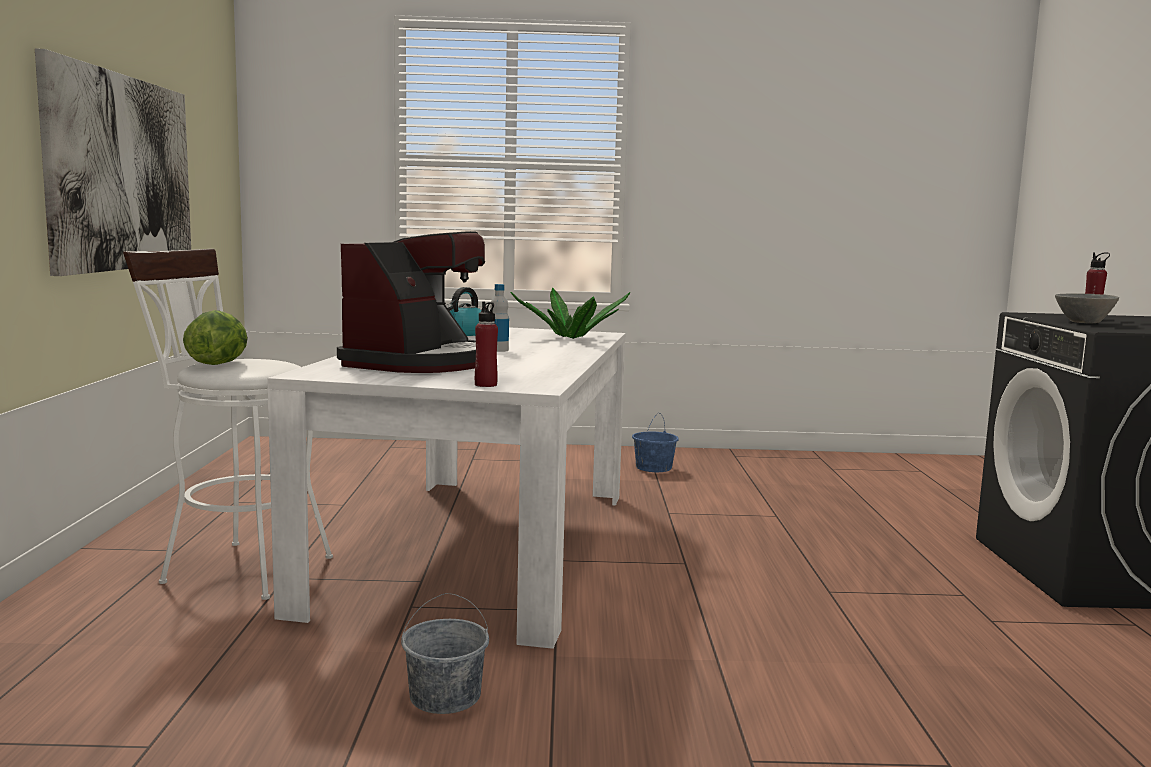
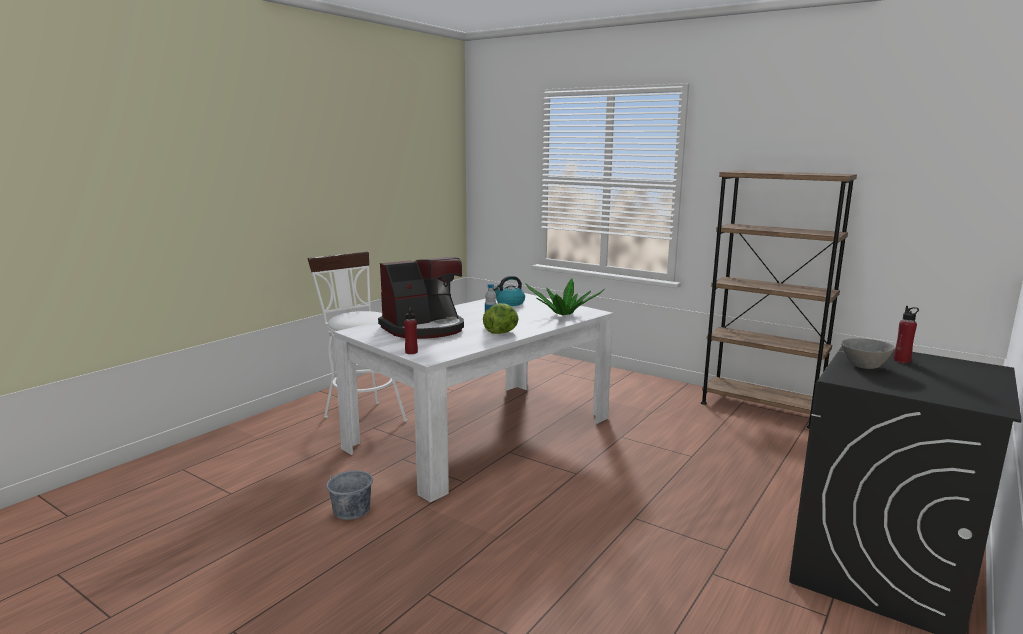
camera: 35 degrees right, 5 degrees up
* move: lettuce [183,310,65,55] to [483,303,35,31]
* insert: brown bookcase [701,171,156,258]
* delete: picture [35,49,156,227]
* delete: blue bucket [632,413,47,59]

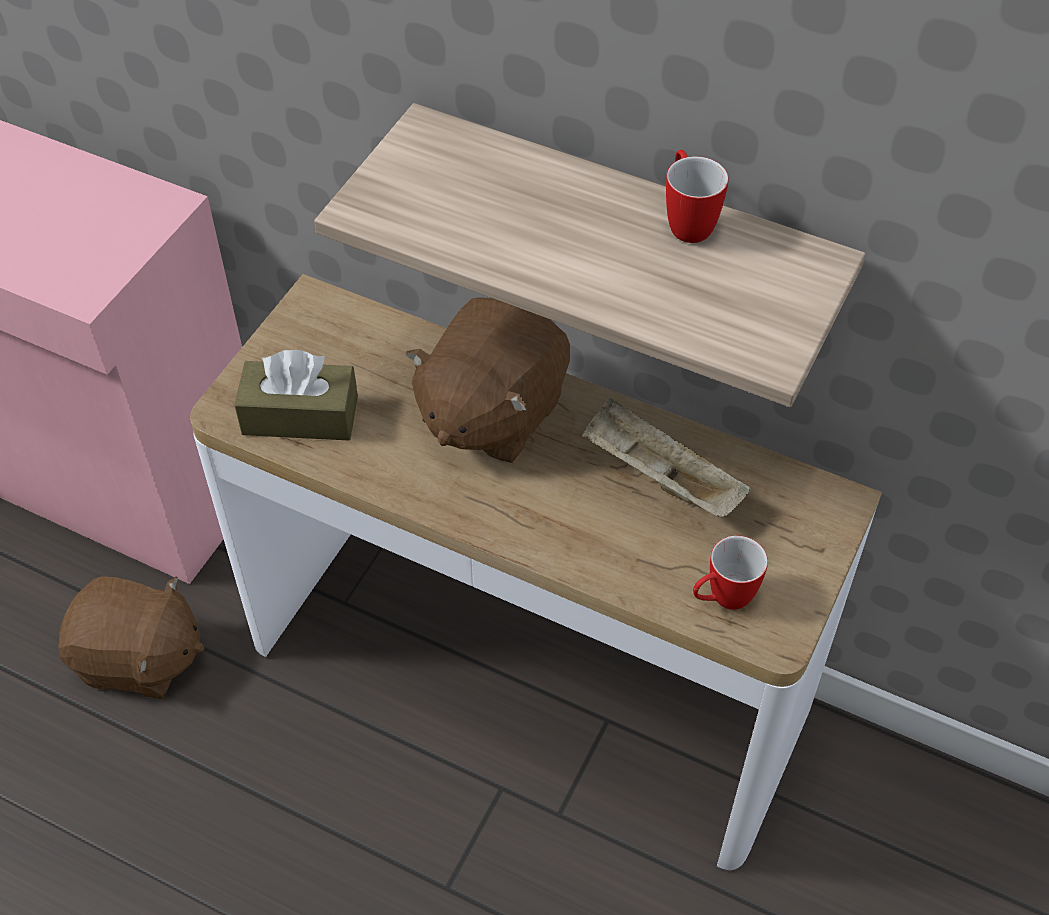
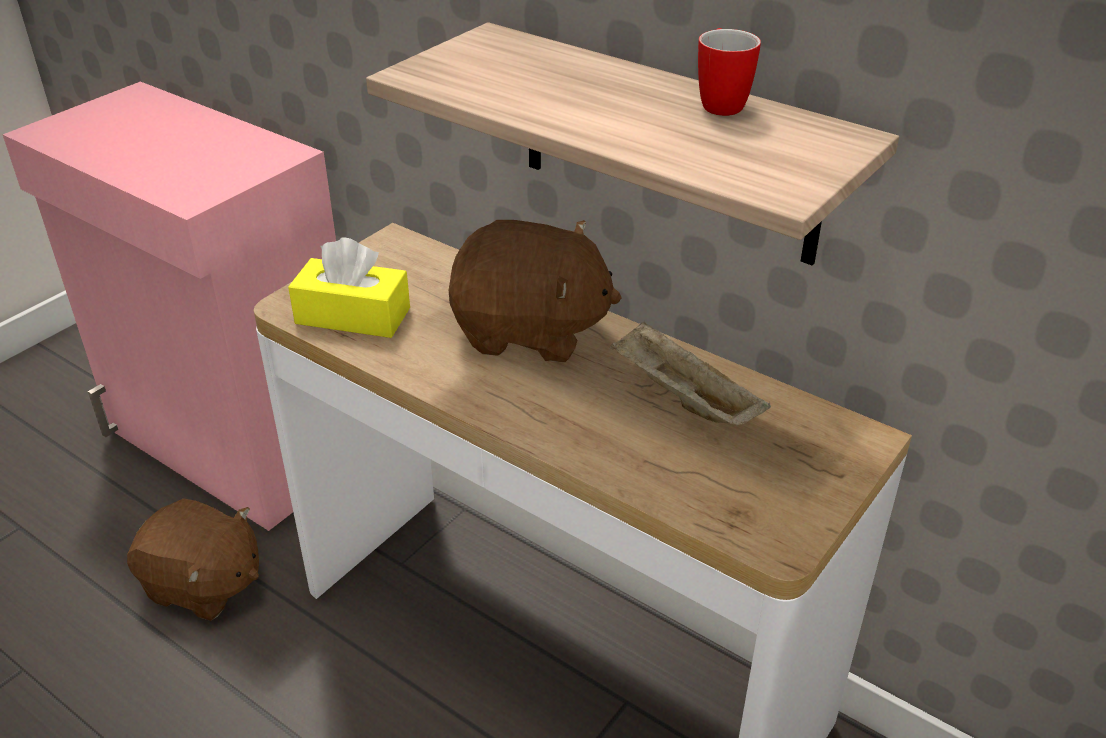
camera: 10 degrees right, 15 degrees down
* recolor: brown tissue box [234,350,124,90] to yellow tissue box [288,238,122,100]
* rotate: brown plush toy [405,297,165,166] = [449,220,173,142] 120 degrees counterclockwise
* delete: mug [693,536,75,74]

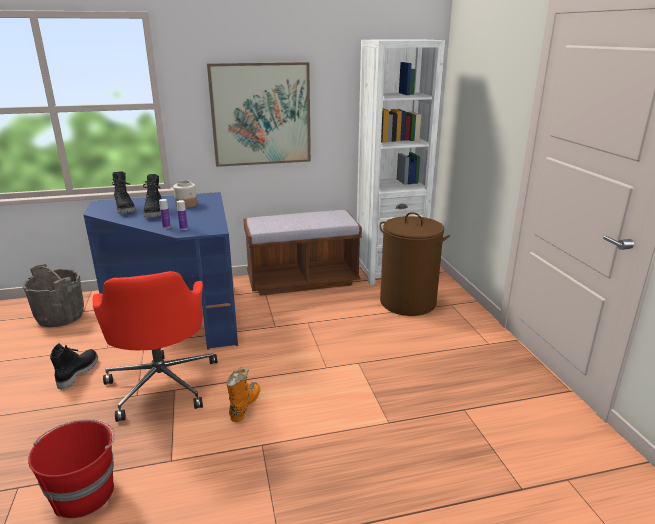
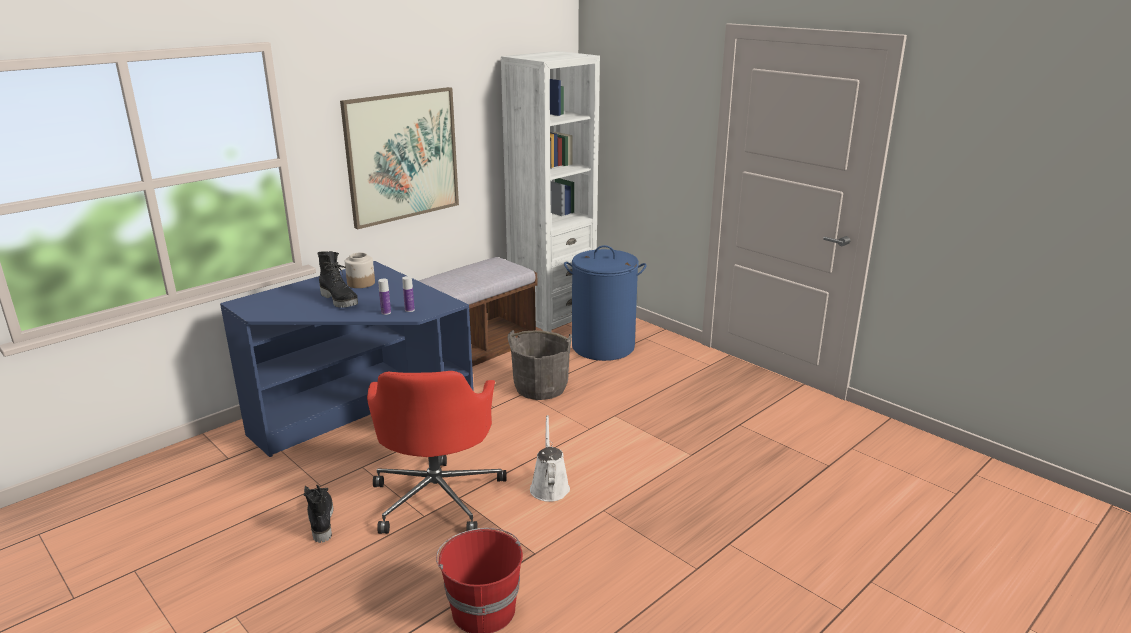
camera: 30 degrees left, 0 degrees up
* rotate: red office chair [93,271,124,151] = [367,371,140,163] 45 degrees clockwise
* move: grey bucket [22,264,62,63] to [508,330,64,70]
* replace: orange boot [227,367,33,55] to white watering can [530,415,40,87]
* recolor: brown laundry basket [379,212,71,104] to blue laundry basket [564,245,82,116]
* delete: black boot [112,171,23,43]

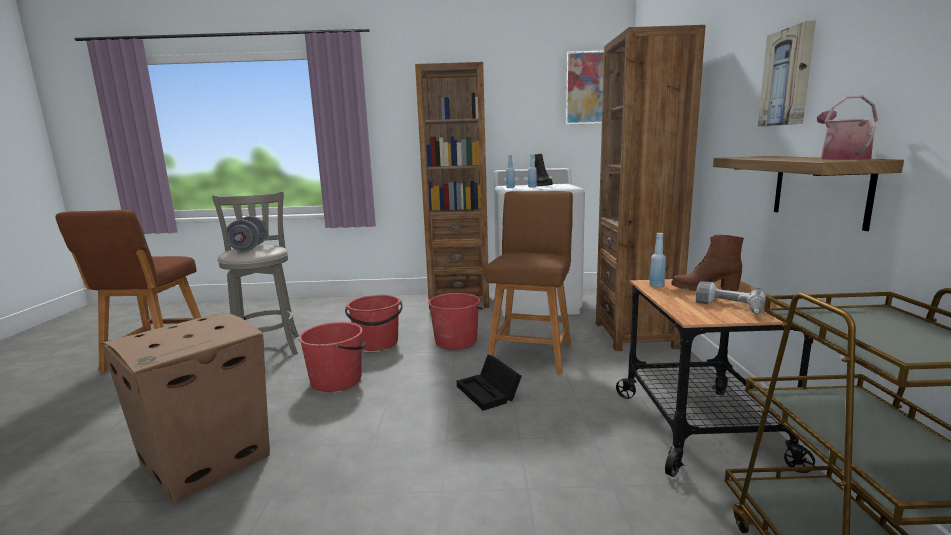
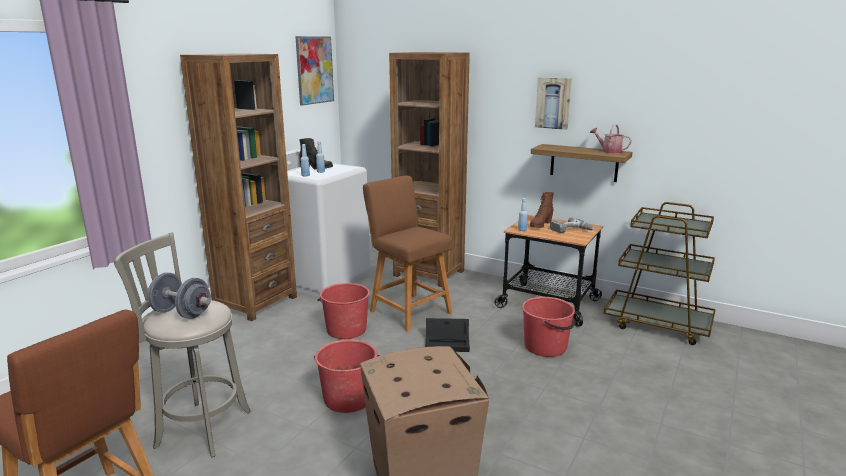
camera: 60 degrees left, 5 degrees up
* move: red bucket [345,295,58,56] to [522,297,53,60]

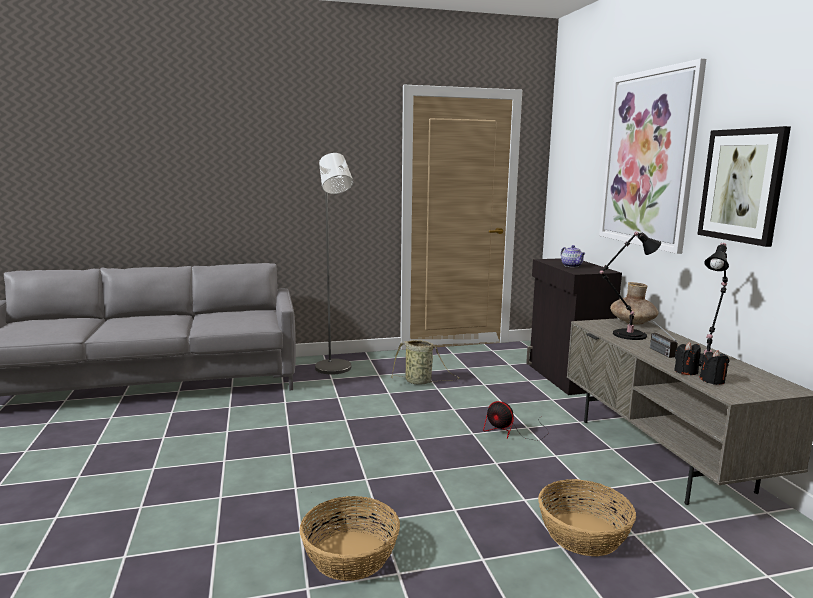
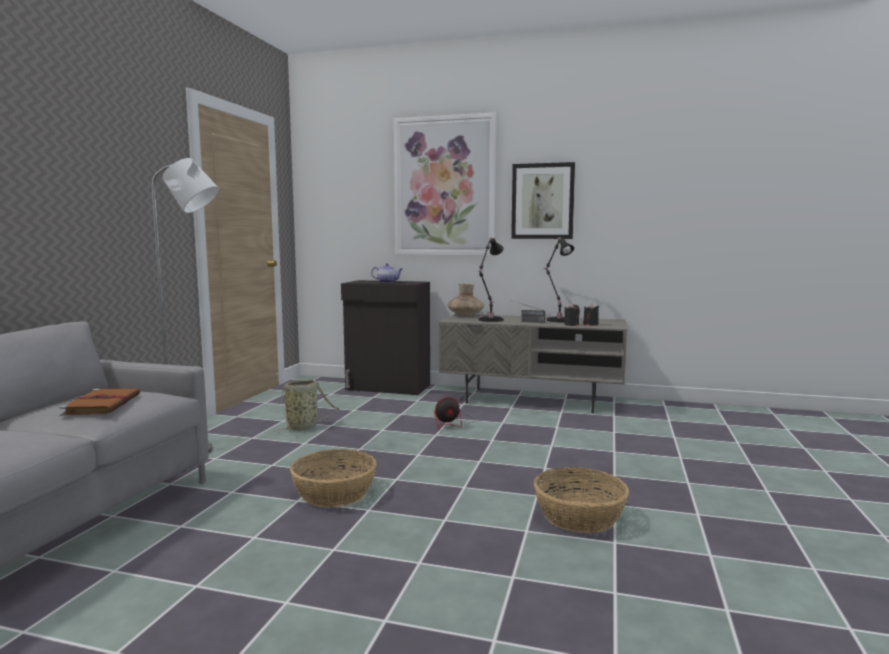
camera: 60 degrees left, 5 degrees down
* insert: brown book [60,388,80,28]
* move: basket [538,479,98,77] to [290,449,87,58]

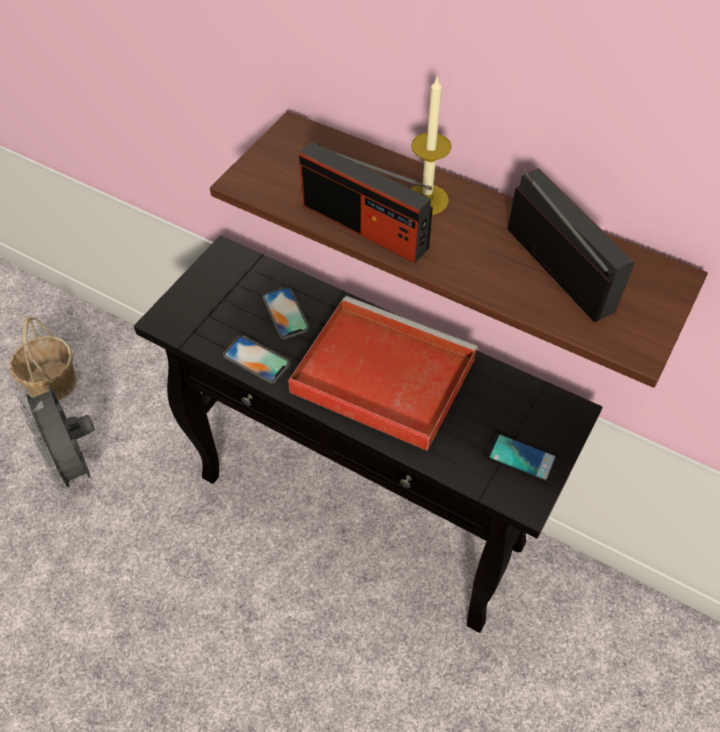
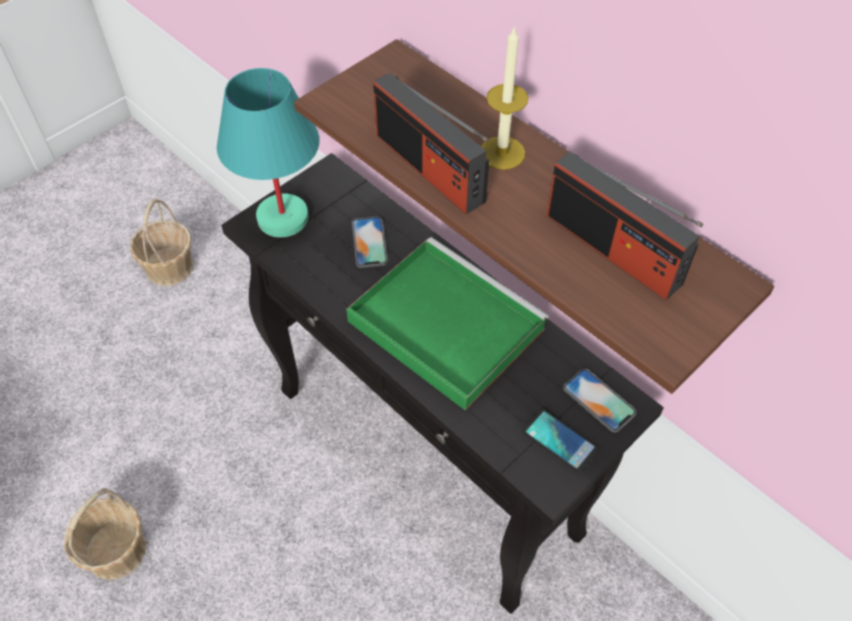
camera: 15 degrees right, 0 degrees up
* insert: basket [63,488,83,92]
* insert: turquoise table lamp [217,68,102,170]
* recolor: red tray [288,296,190,155] to green tray [346,237,202,173]
* rotate: radio [508,168,127,155] = [546,152,157,148] 150 degrees clockwise
* move: phone [223,336,67,47] to [563,369,73,64]
* delete: grey fan [17,385,78,111]

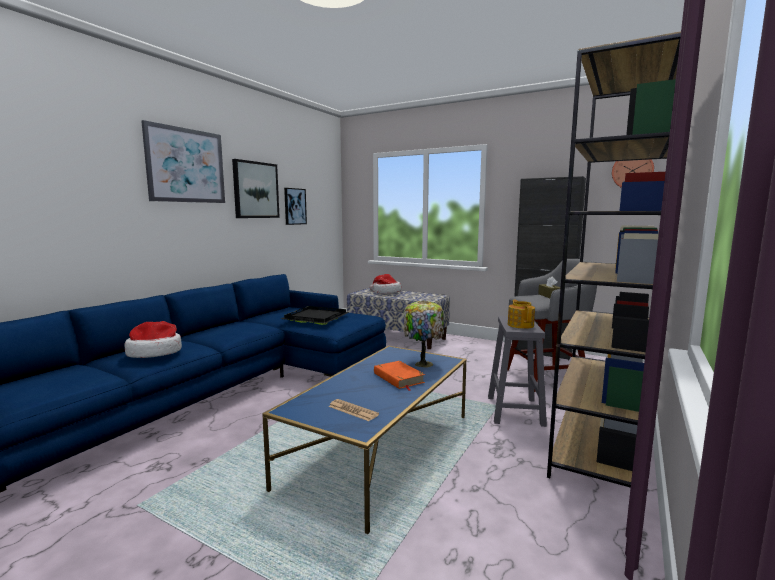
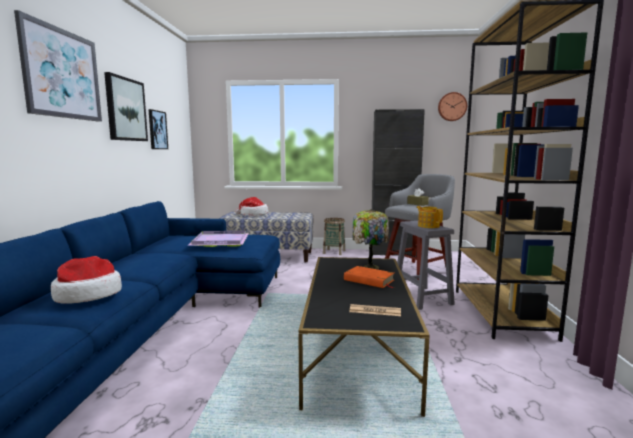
camera: 25 degrees left, 0 degrees up
* recolor: black tray [281,306,68,19] to purple tray [187,231,62,16]
* recolor: blue coffee table [262,346,205,188] to black coffee table [298,257,132,160]
* insert: basket [323,218,22,37]

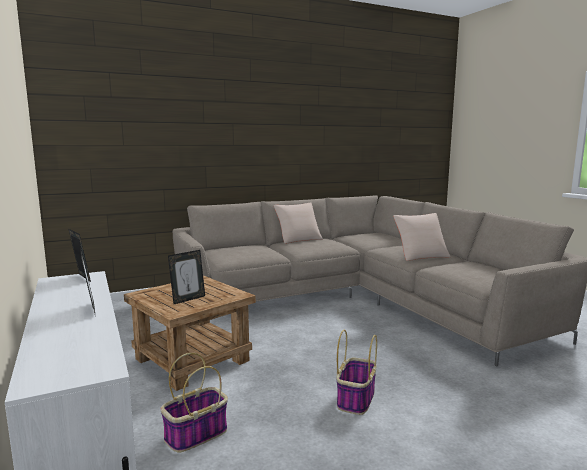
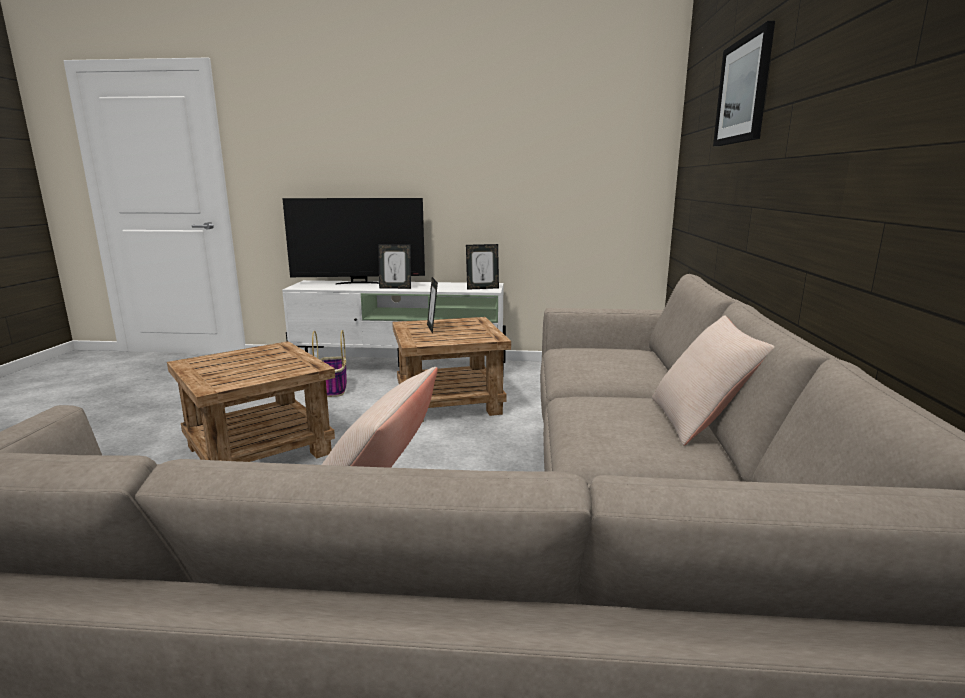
camera: 120 degrees right, 5 degrees up
* replace: basket [336,330,41,85] to brown side table [167,341,168,121]
* insert: television [282,198,143,86]
* insert: picture [713,21,62,125]

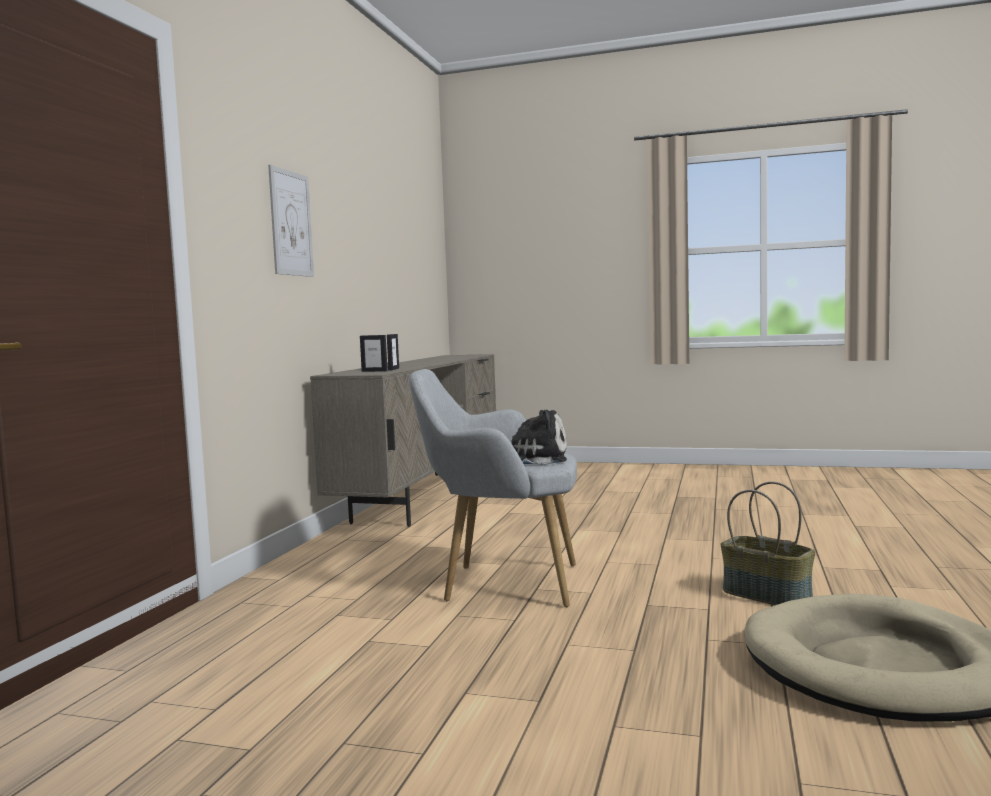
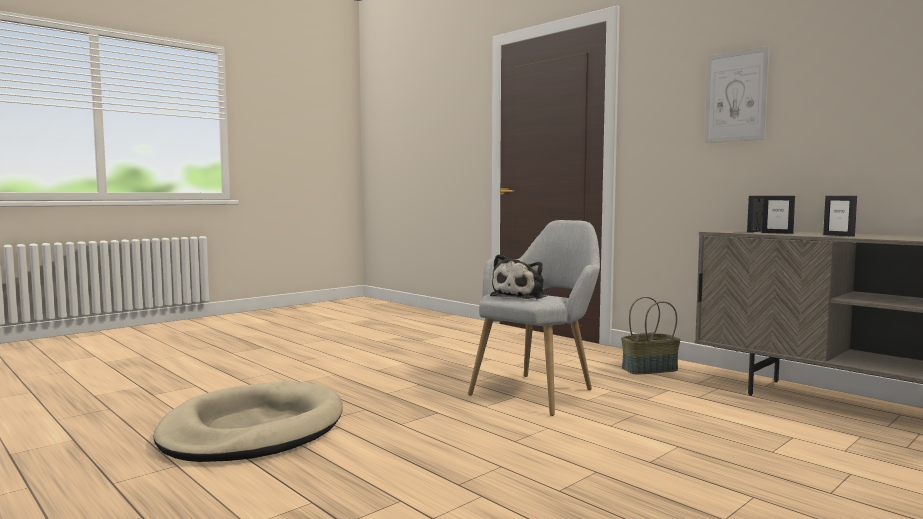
camera: 120 degrees right, 0 degrees up
* move: basket [720,482,95,123] to [621,296,59,79]
* insert: picture frame [823,196,34,41]

